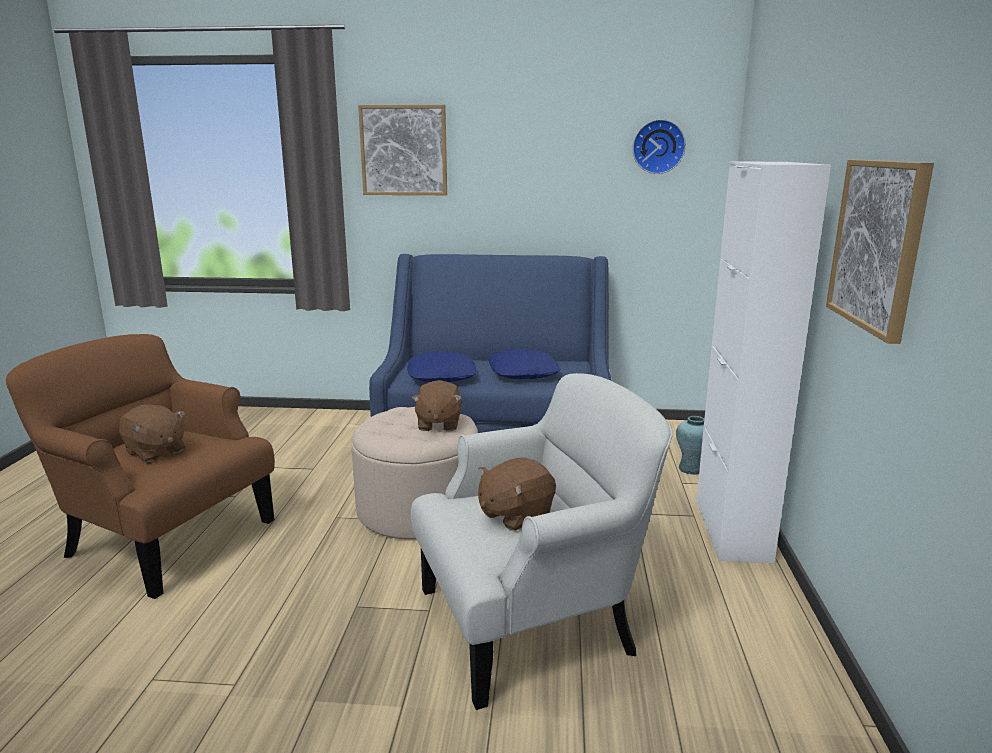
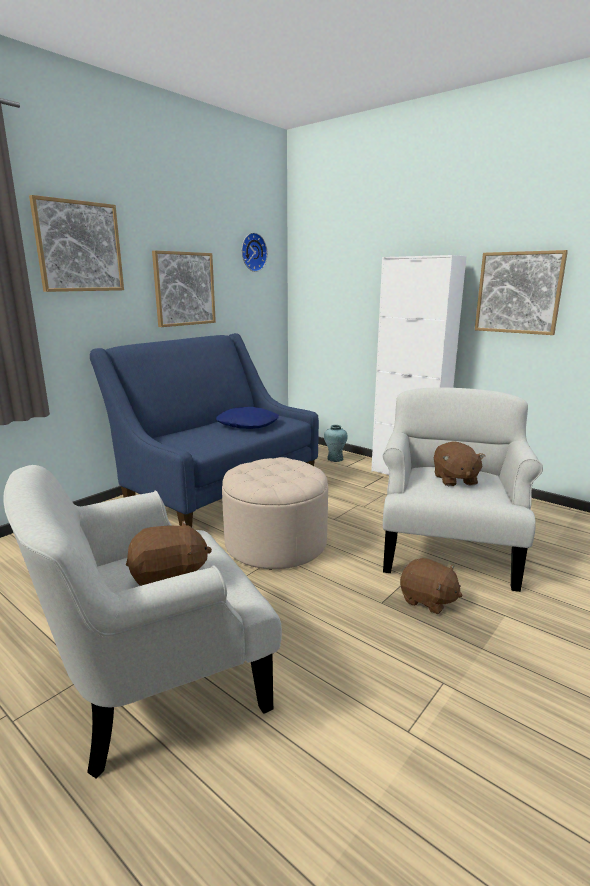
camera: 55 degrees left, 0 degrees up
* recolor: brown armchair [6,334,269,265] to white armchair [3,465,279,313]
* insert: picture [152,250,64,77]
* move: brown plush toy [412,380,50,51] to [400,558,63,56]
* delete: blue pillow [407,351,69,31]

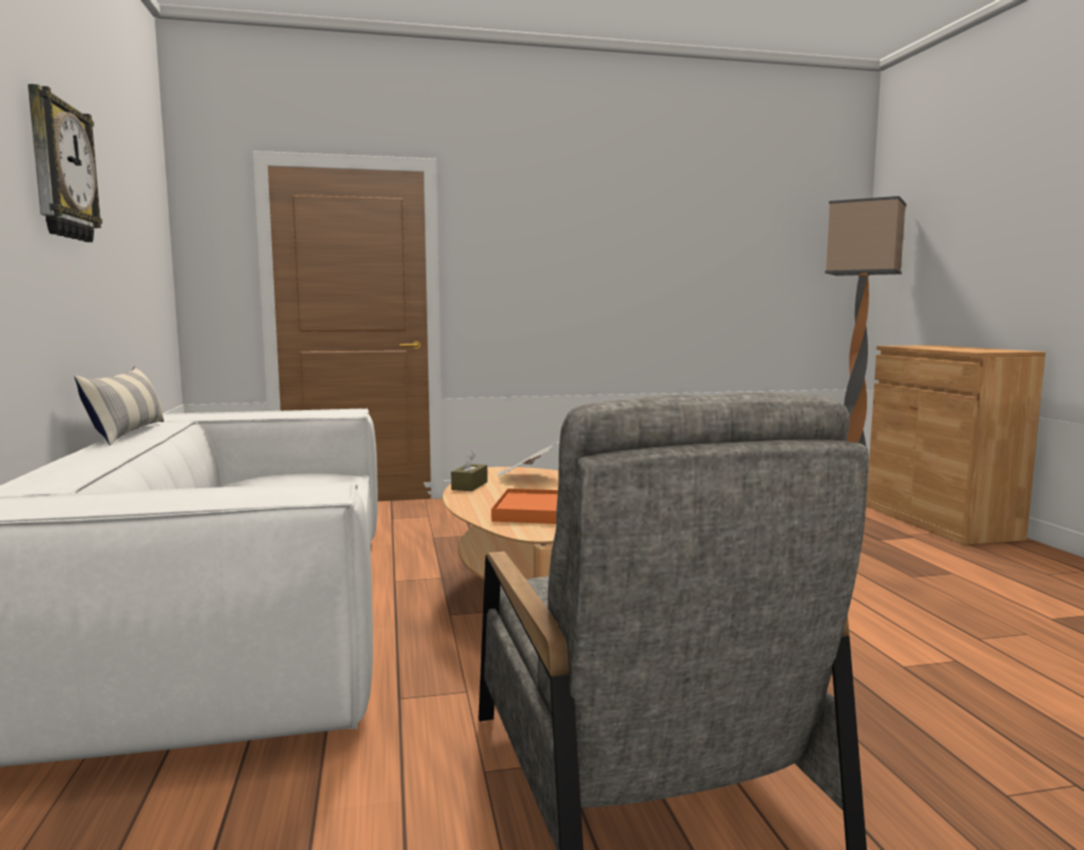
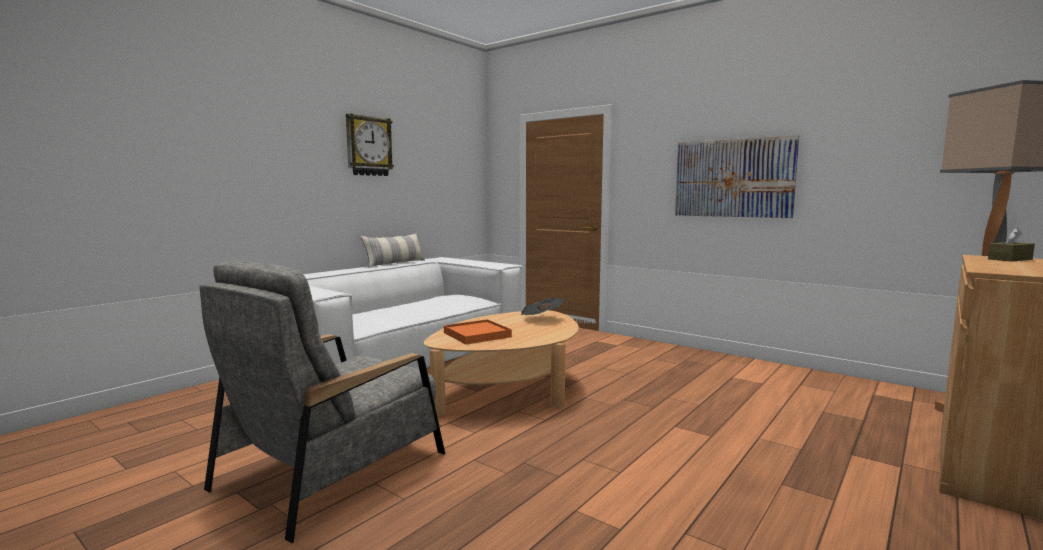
camera: 50 degrees right, 0 degrees up
* insert: picture [675,135,124,83]
* move: brown tissue box [451,451,37,40] to [988,228,47,34]

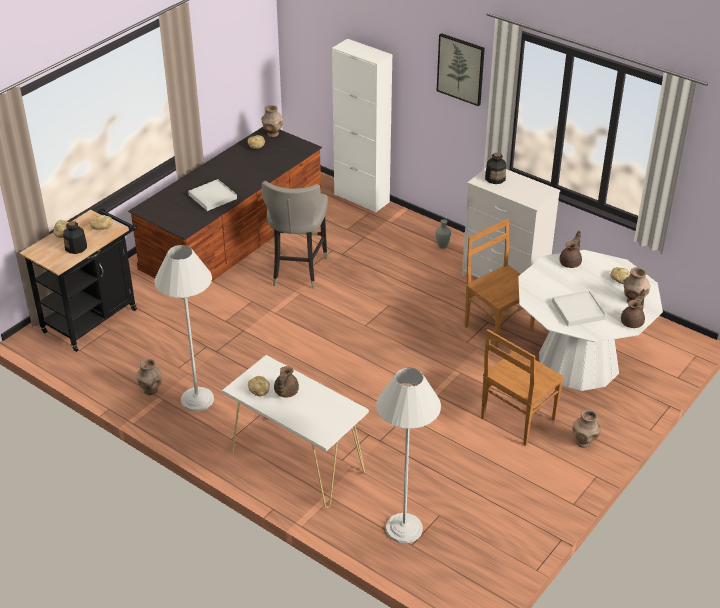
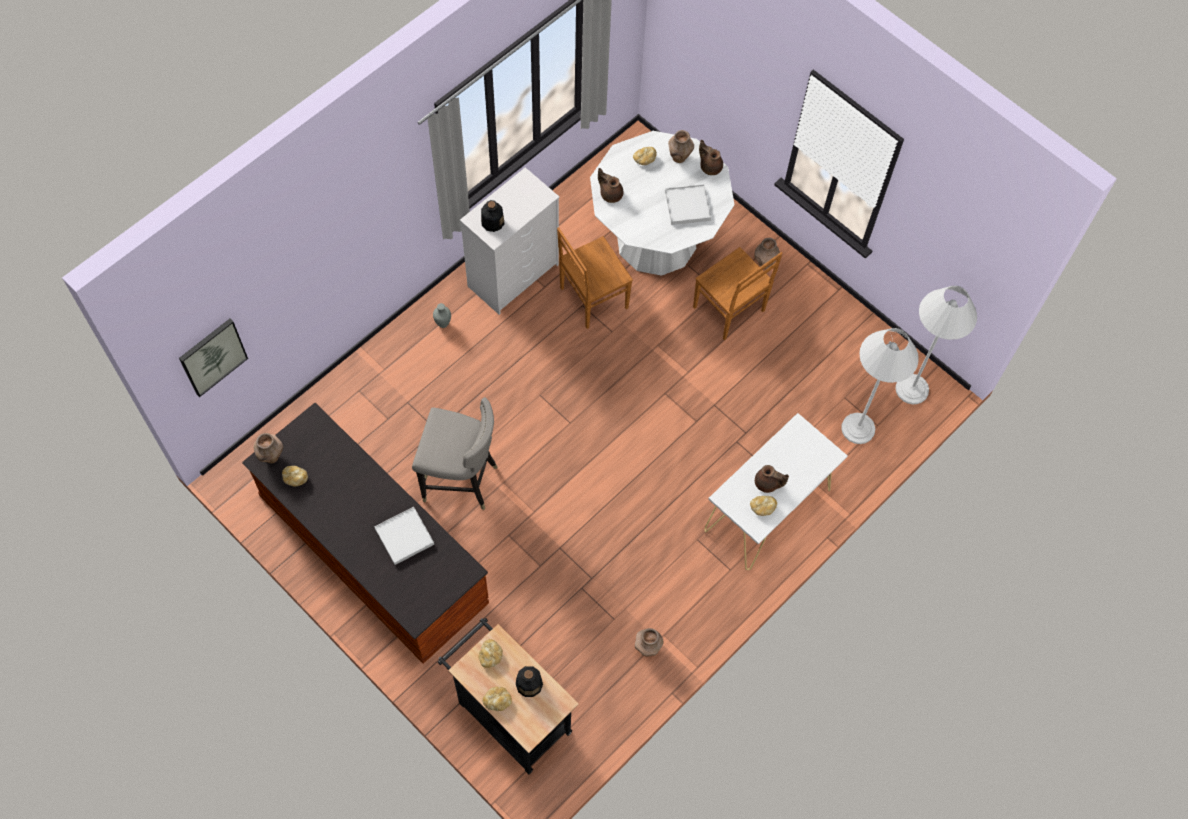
camera: 85 degrees left, 25 degrees up
* move: picture [437,33,48,73] to [179,319,69,78]
* move: white floor lamp [154,245,60,166] to [896,286,81,118]
* delete: white cabinet [332,39,60,174]

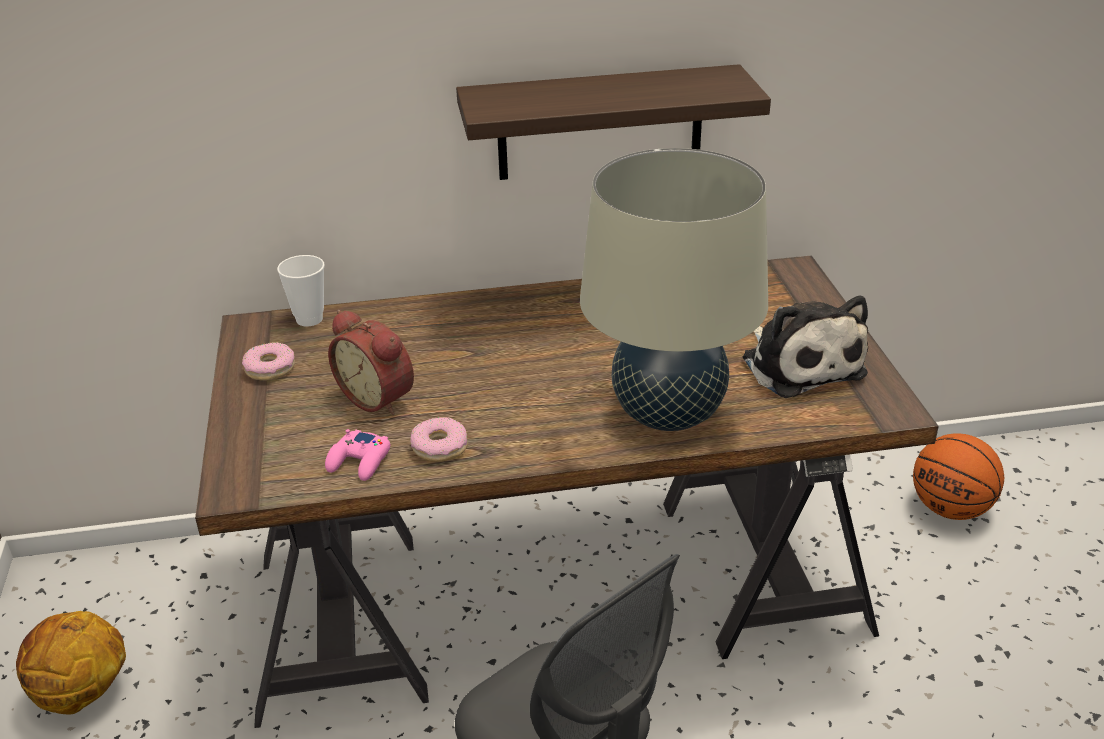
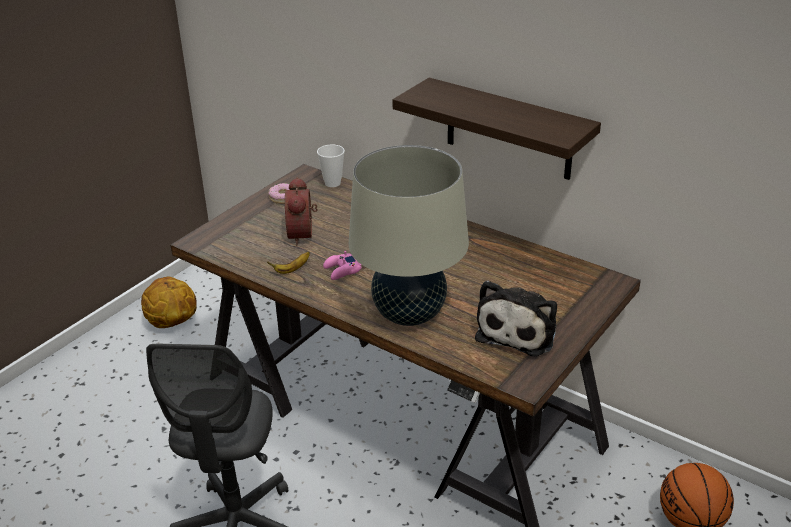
camera: 45 degrees right, 0 degrees up
* replace: donut [411,417,56,45] to banana [267,252,43,22]
* move: pink game controller [325,429,65,52] to [323,251,39,29]

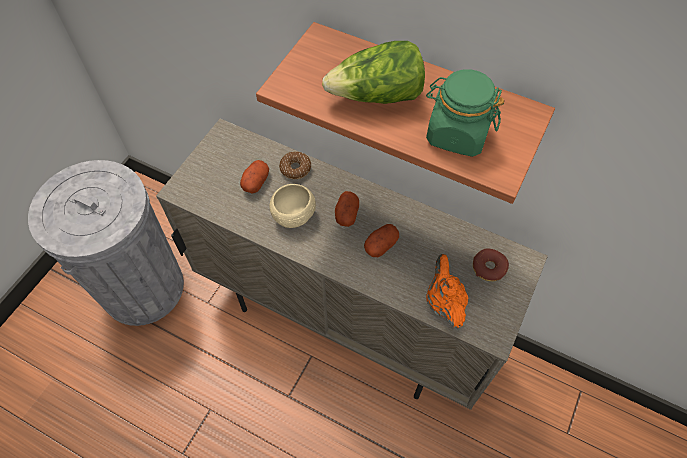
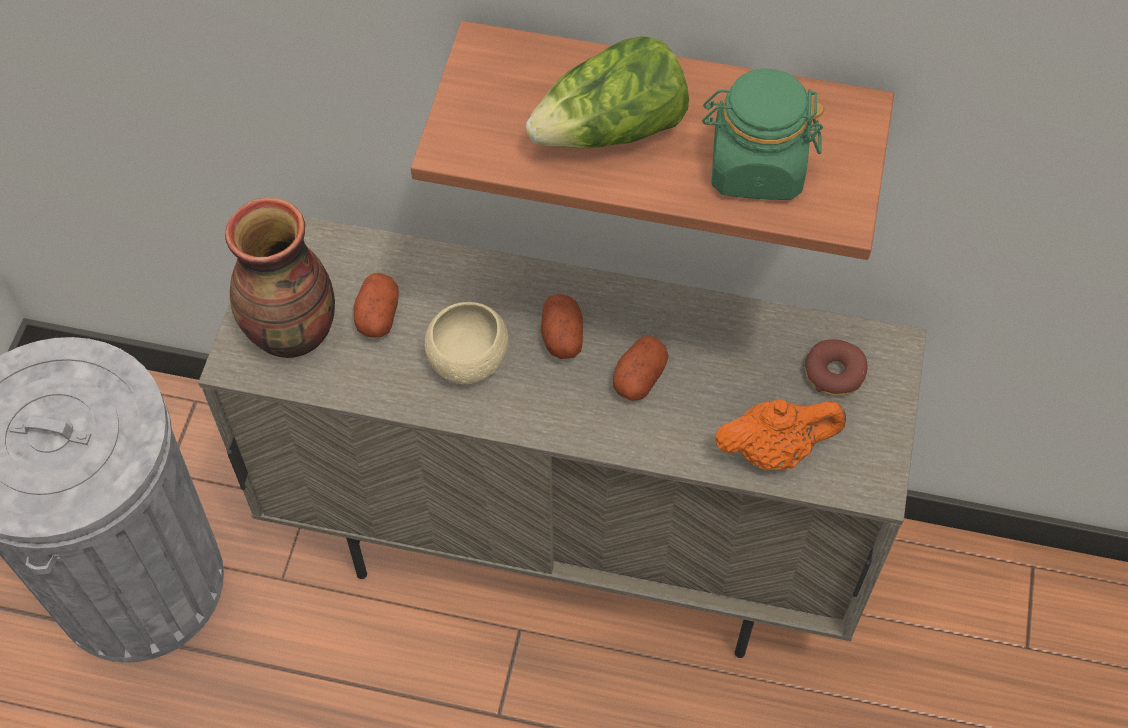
camera: 15 degrees left, 0 degrees up
* insert: vase [225,198,110,160]
* rotate: orange teapot [426,254,42,74] = [715,400,131,71] 105 degrees clockwise
* delete: donut [279,152,32,27]

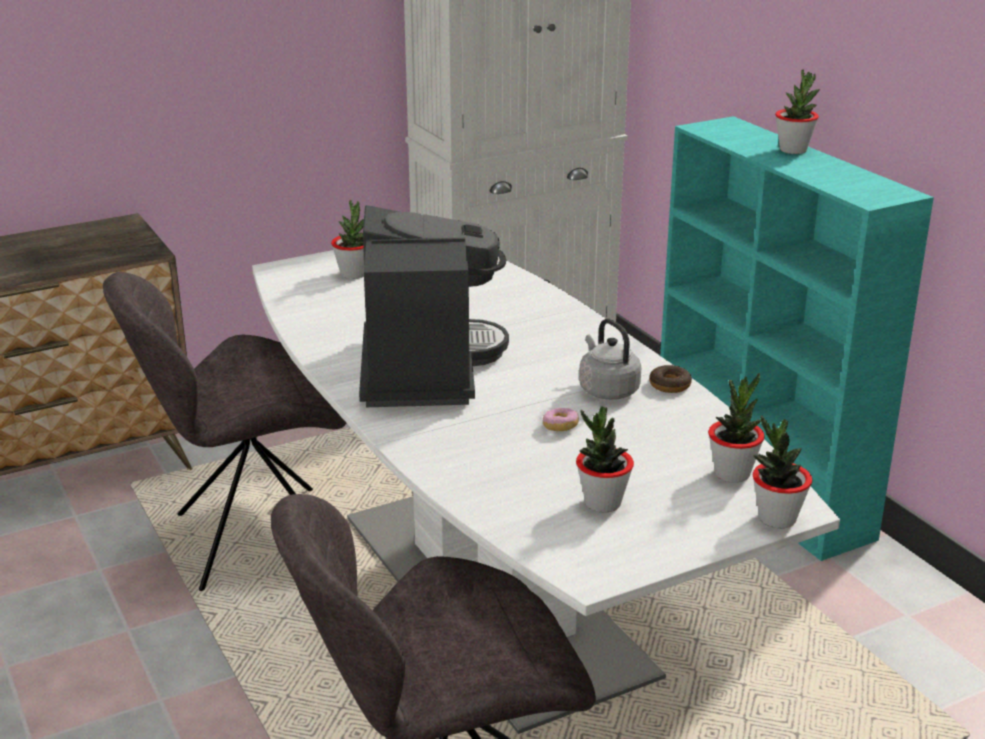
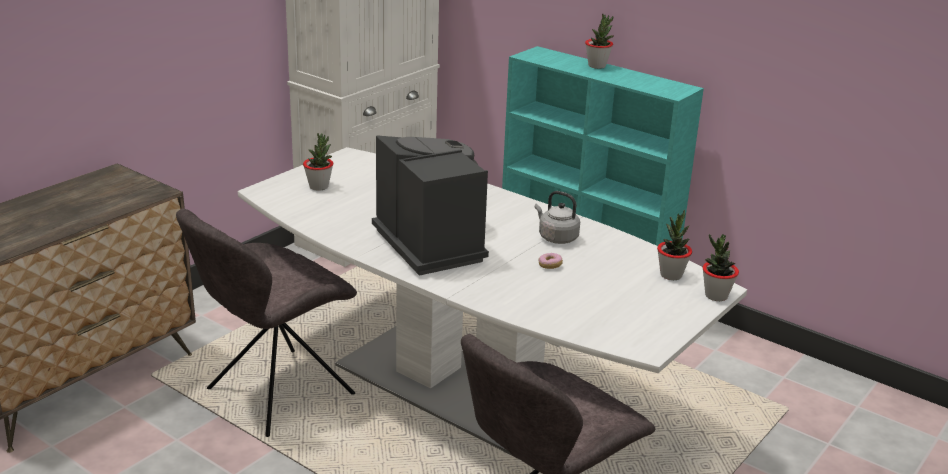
camera: 25 degrees left, 0 degrees up
* delete: potted plant [576,406,58,107]
* delete: donut [649,365,43,28]

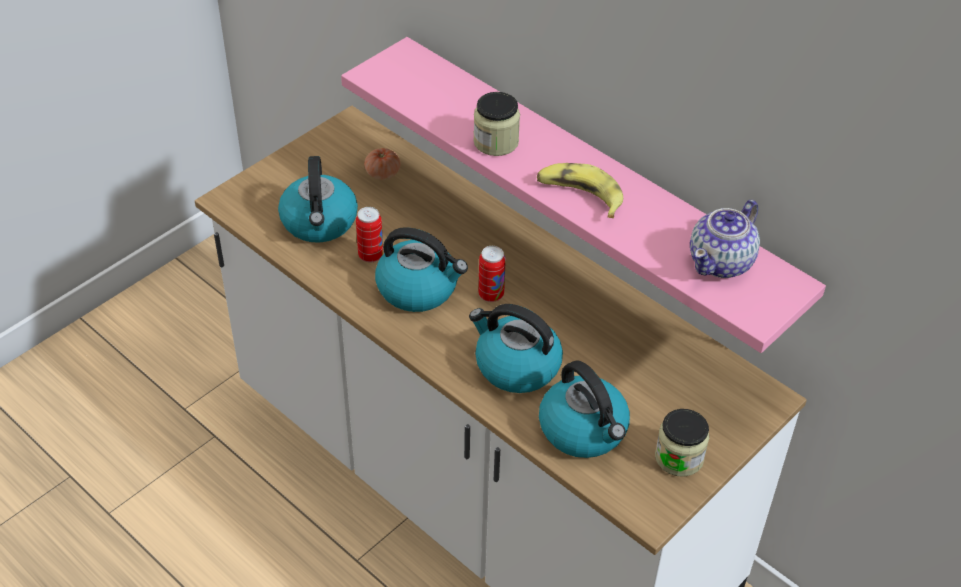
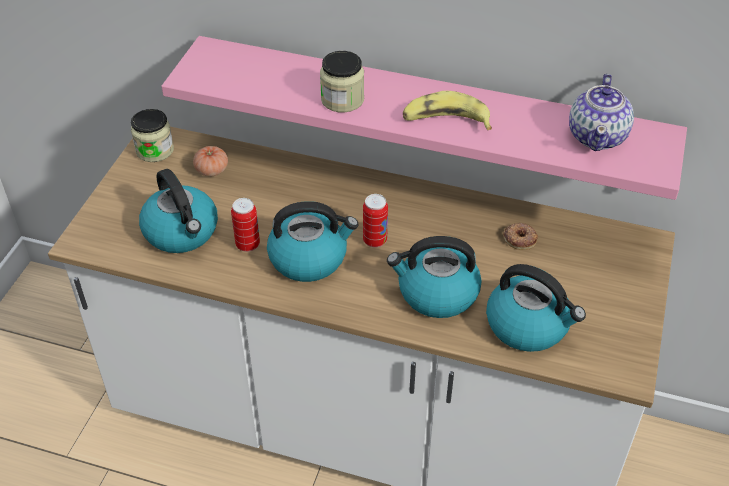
camera: 25 degrees left, 0 degrees up
* move: jar [655,409,54,68] to [131,109,43,53]
* insert: donut [503,223,35,27]

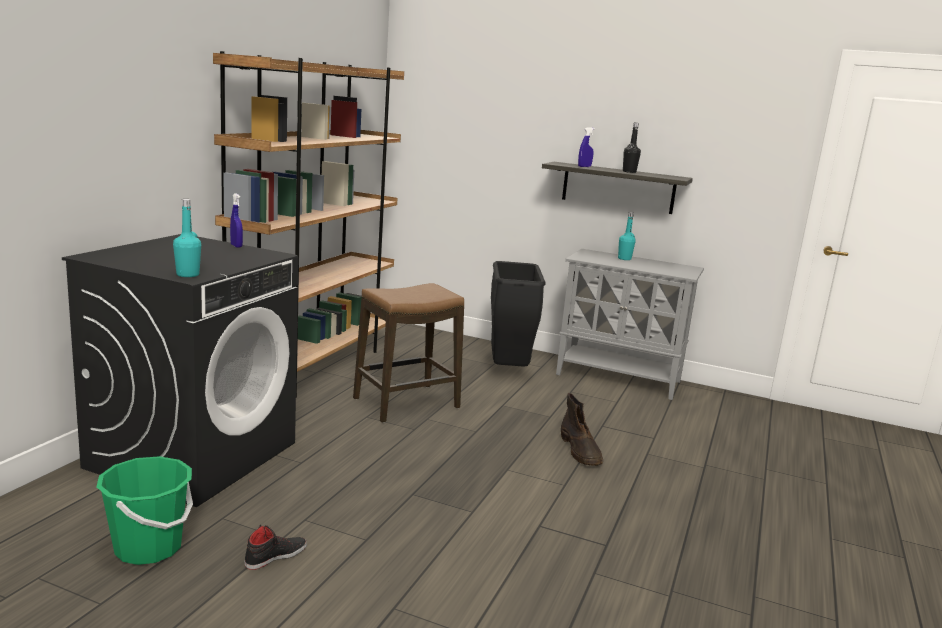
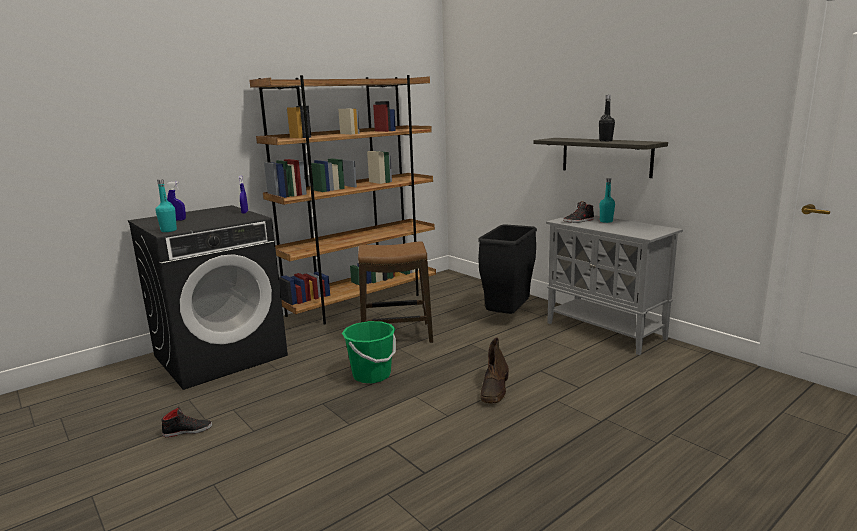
camera: 30 degrees right, 0 degrees up
* move: blue spray bottle [578,127,17,40] to [167,182,19,39]
* move: green bucket [96,456,97,109] to [342,321,54,62]
* insert: black shoe [563,201,31,22]

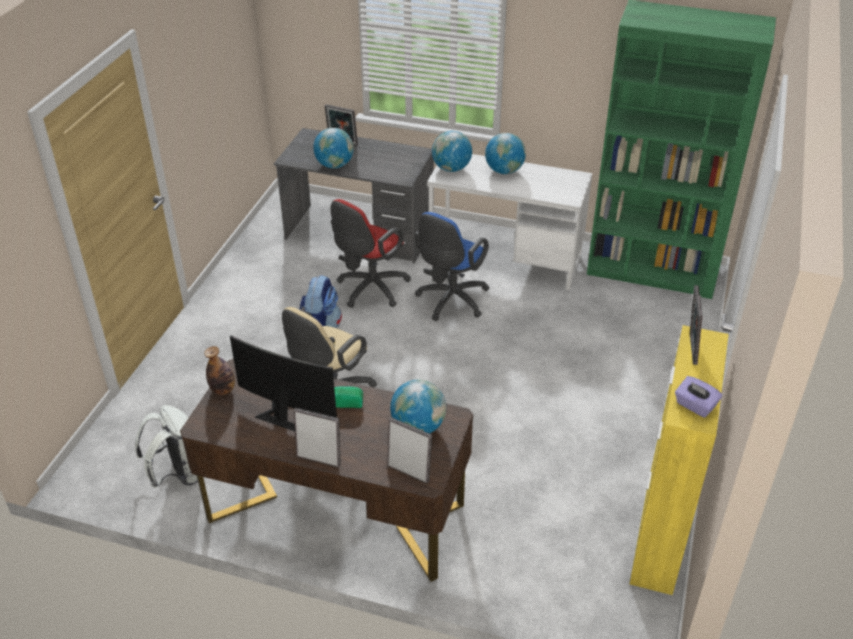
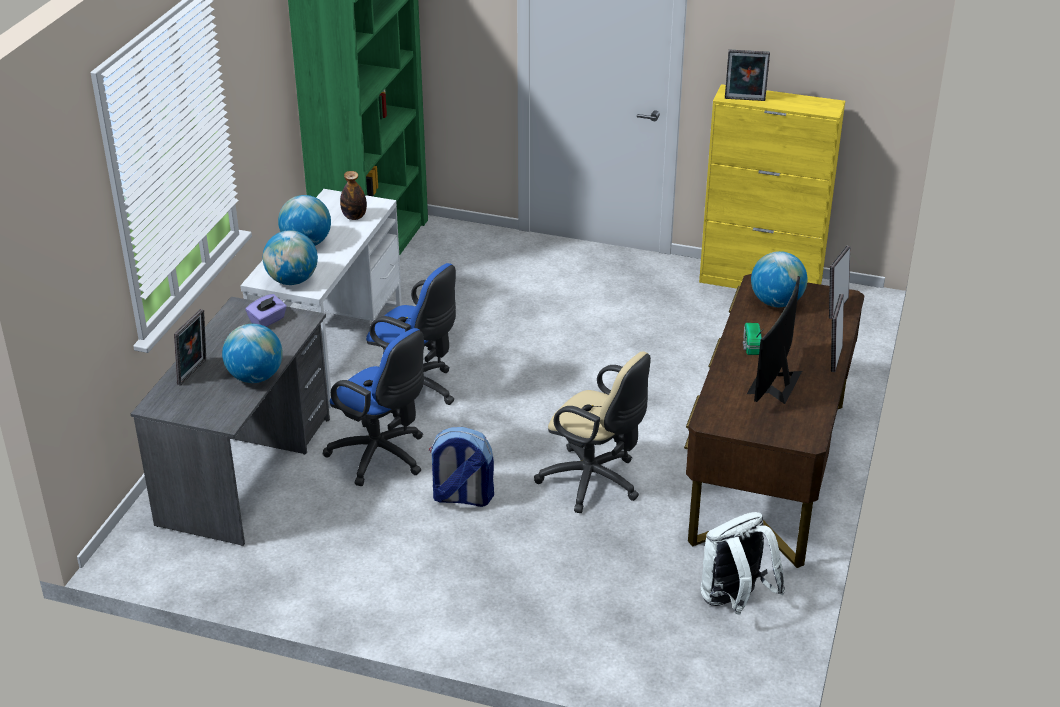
camera: 90 degrees left, 5 degrees down
* move: purple tissue box [675,376,47,42] to [245,294,42,33]
* recolor: red office chair [331,199,80,109] to blue office chair [323,328,101,158]
* move: bottle [204,346,31,49] to [340,171,27,49]

